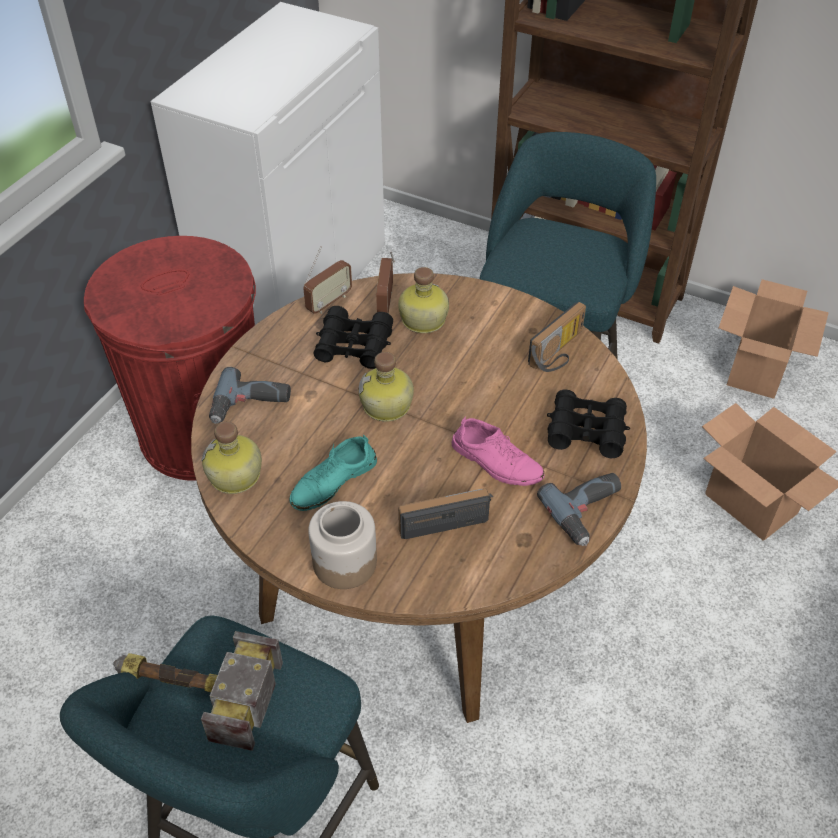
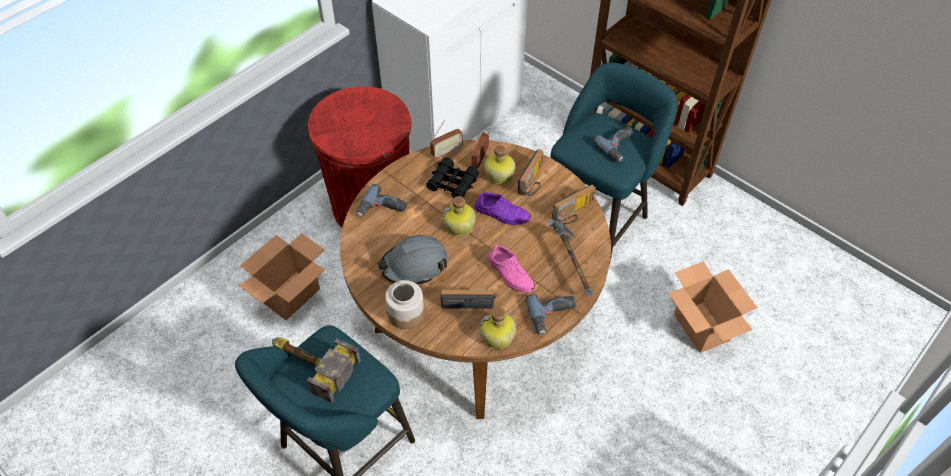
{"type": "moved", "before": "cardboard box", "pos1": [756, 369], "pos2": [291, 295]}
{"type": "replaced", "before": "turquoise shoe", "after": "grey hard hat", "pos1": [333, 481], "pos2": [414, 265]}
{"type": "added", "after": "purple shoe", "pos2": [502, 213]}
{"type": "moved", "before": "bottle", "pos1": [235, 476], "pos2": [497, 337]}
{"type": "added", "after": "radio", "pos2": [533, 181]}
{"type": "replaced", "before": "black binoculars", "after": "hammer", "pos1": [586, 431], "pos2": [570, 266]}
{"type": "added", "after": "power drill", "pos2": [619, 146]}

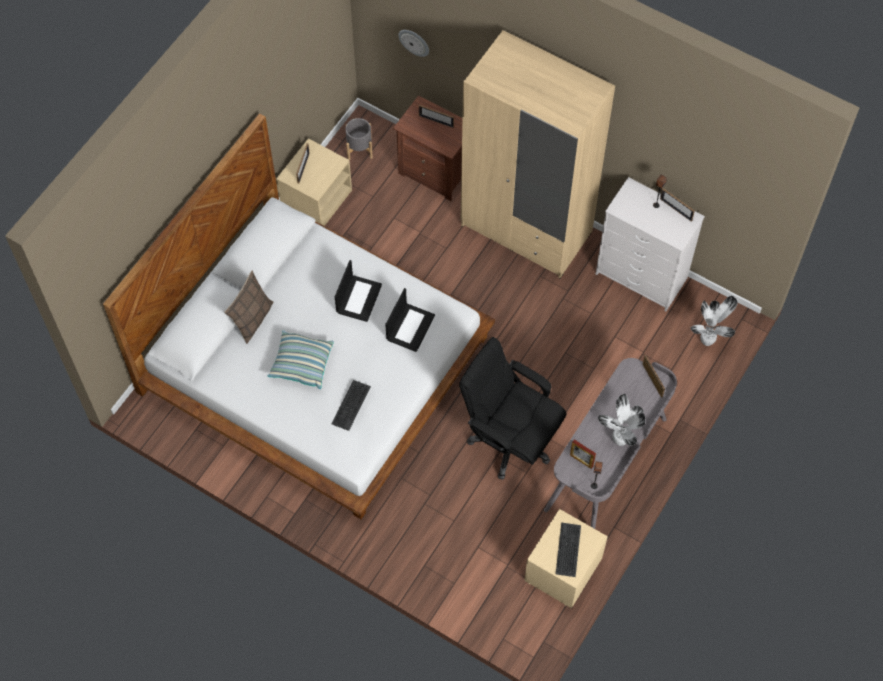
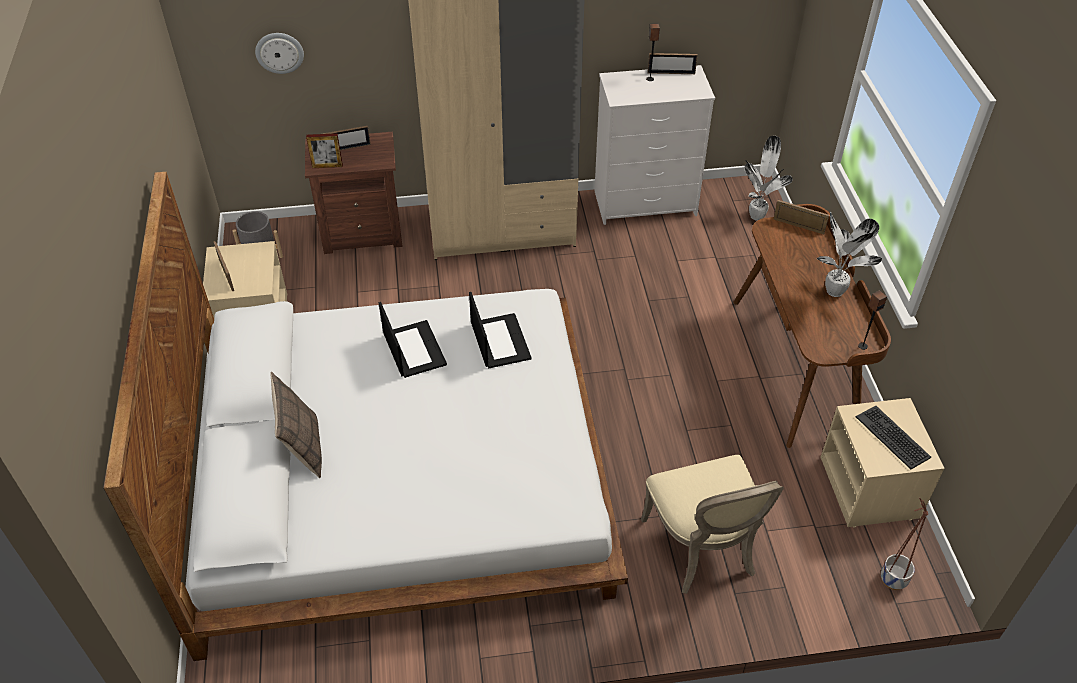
{"type": "moved", "before": "picture frame", "pos1": [581, 460], "pos2": [327, 166]}
{"type": "added", "after": "beige chair", "pos2": [703, 549]}
{"type": "recoloured", "before": "grey desk", "after": "brown desk", "pos1": [607, 465], "pos2": [795, 366]}
{"type": "added", "after": "planter", "pos2": [893, 580]}
{"type": "removed", "before": "pillow", "pos1": [301, 364]}
{"type": "removed", "before": "keyboard", "pos1": [350, 405]}
{"type": "removed", "before": "black office chair", "pos1": [510, 440]}

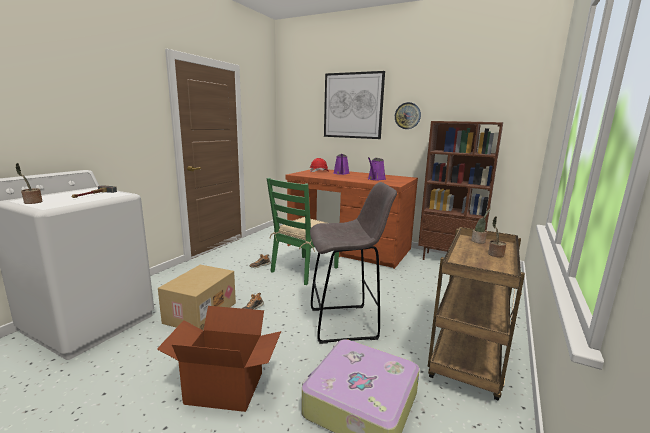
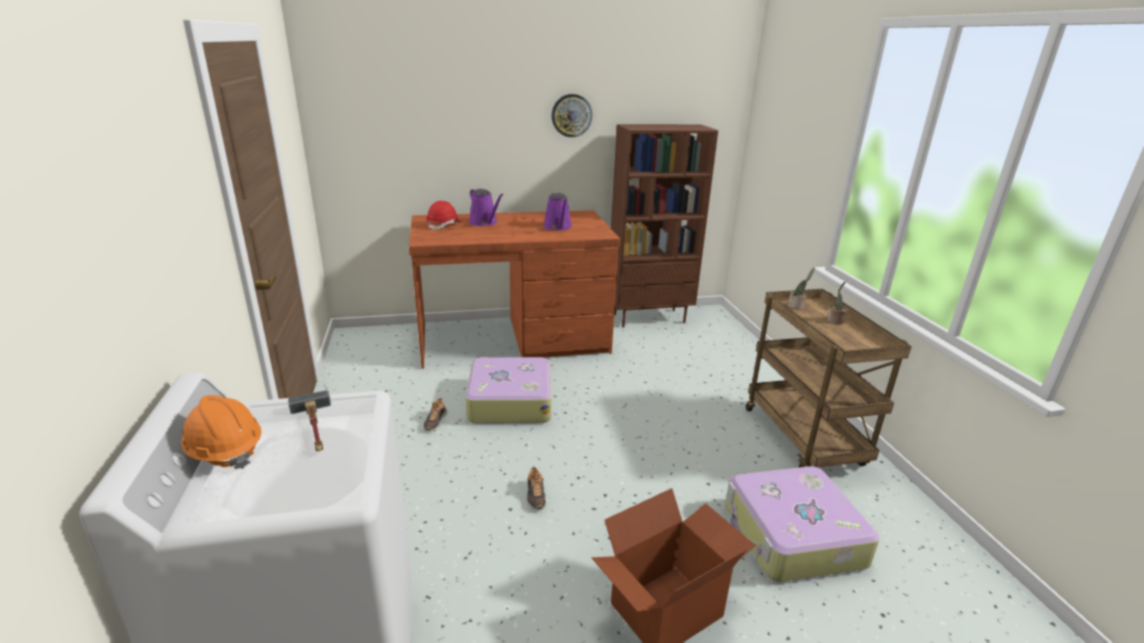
{"type": "added", "after": "orange hard hat", "pos2": [225, 451]}
{"type": "replaced", "before": "green chair", "after": "suitcase", "pos1": [304, 270], "pos2": [509, 401]}
{"type": "removed", "before": "potted plant", "pos1": [32, 202]}
{"type": "removed", "before": "cardboard box", "pos1": [200, 312]}
{"type": "removed", "before": "grey stool", "pos1": [345, 323]}
{"type": "removed", "before": "picture", "pos1": [353, 105]}

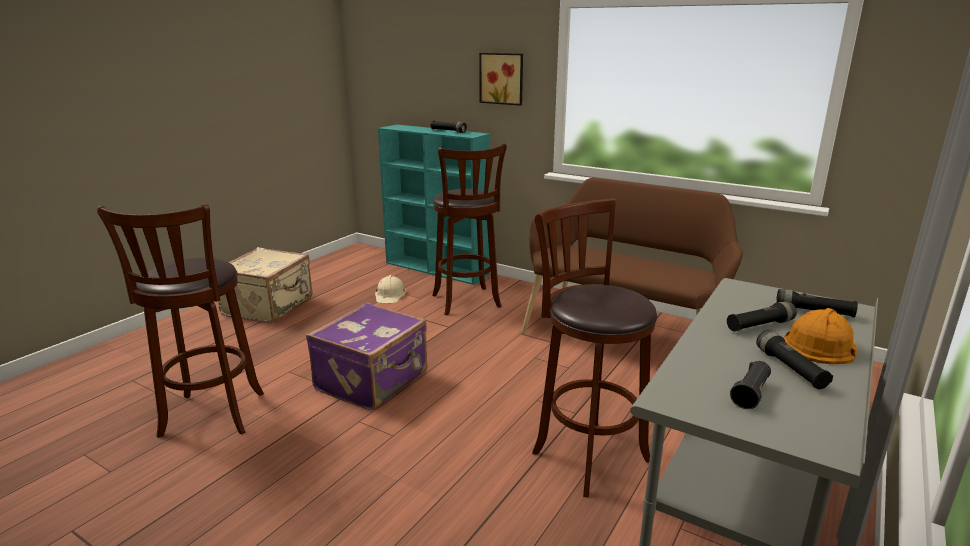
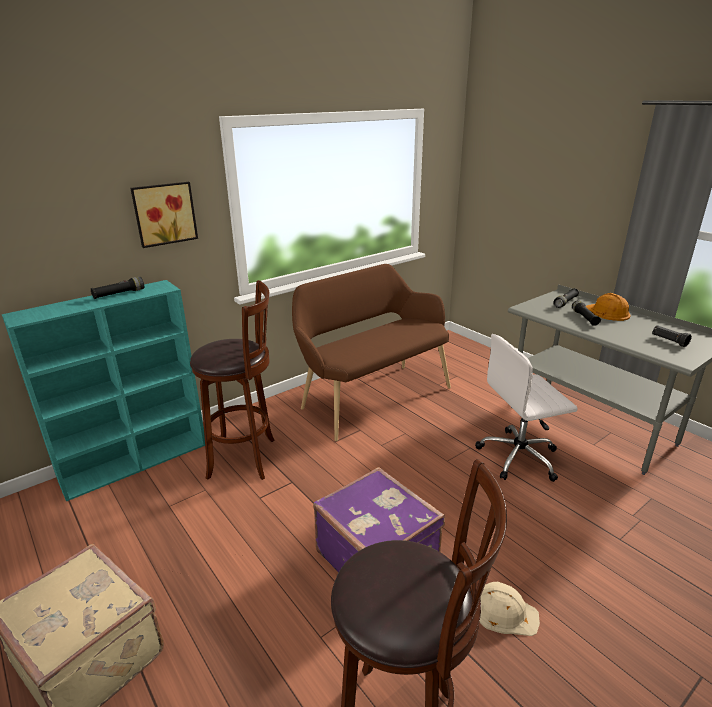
{"type": "replaced", "before": "brown stool", "after": "white office chair", "pos1": [586, 453], "pos2": [520, 457]}
{"type": "moved", "before": "beige hard hat", "pos1": [390, 294], "pos2": [504, 612]}
{"type": "removed", "before": "black flashlight", "pos1": [790, 369]}

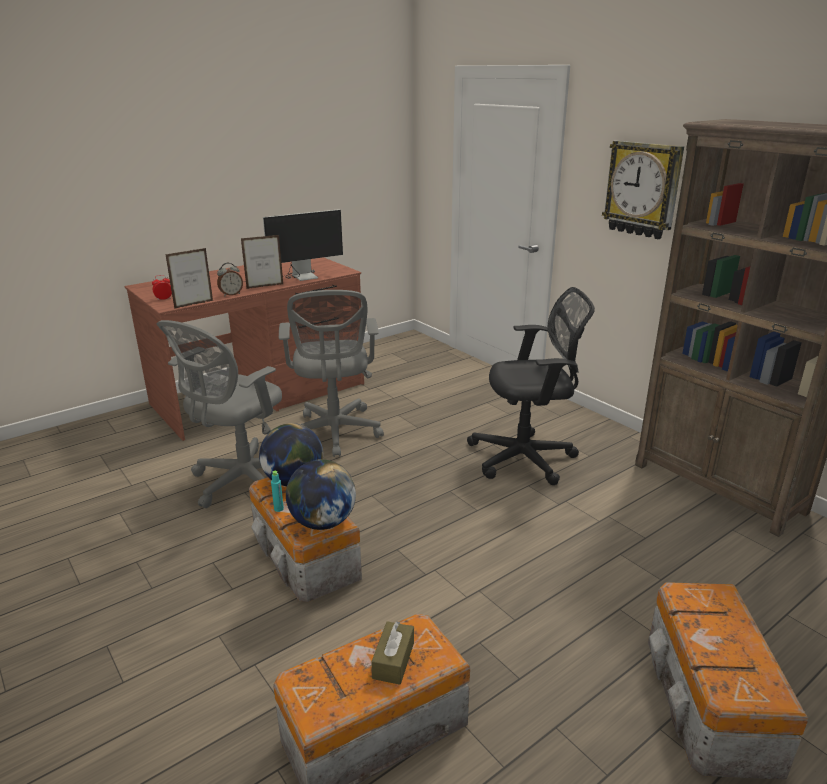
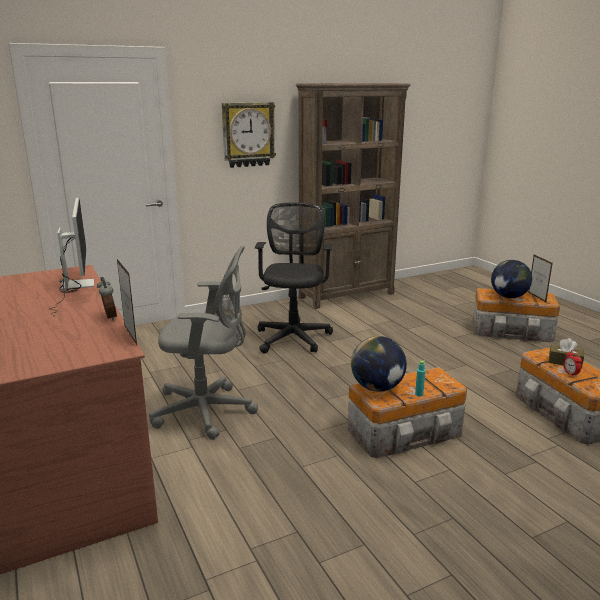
{"type": "moved", "before": "globe", "pos1": [322, 522], "pos2": [508, 297]}
{"type": "moved", "before": "picture frame", "pos1": [265, 286], "pos2": [536, 297]}
{"type": "moved", "before": "alarm clock", "pos1": [164, 299], "pos2": [570, 374]}
{"type": "removed", "before": "grey office chair", "pos1": [242, 482]}

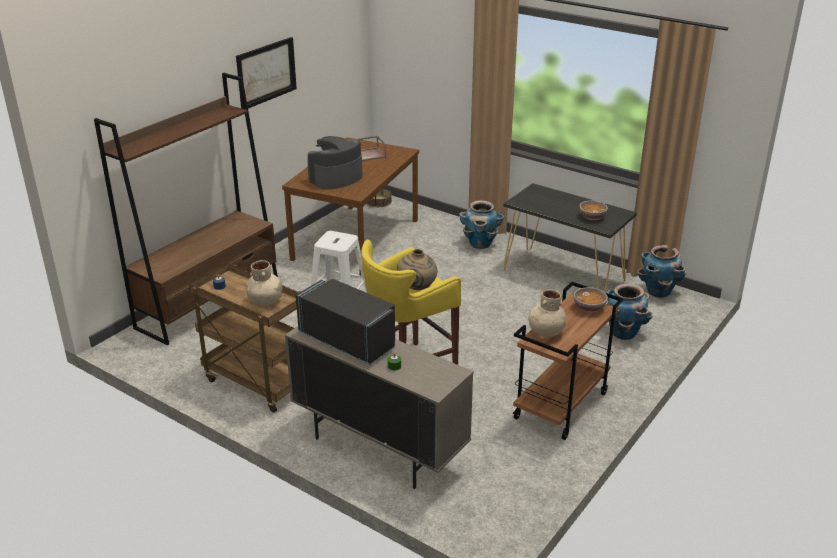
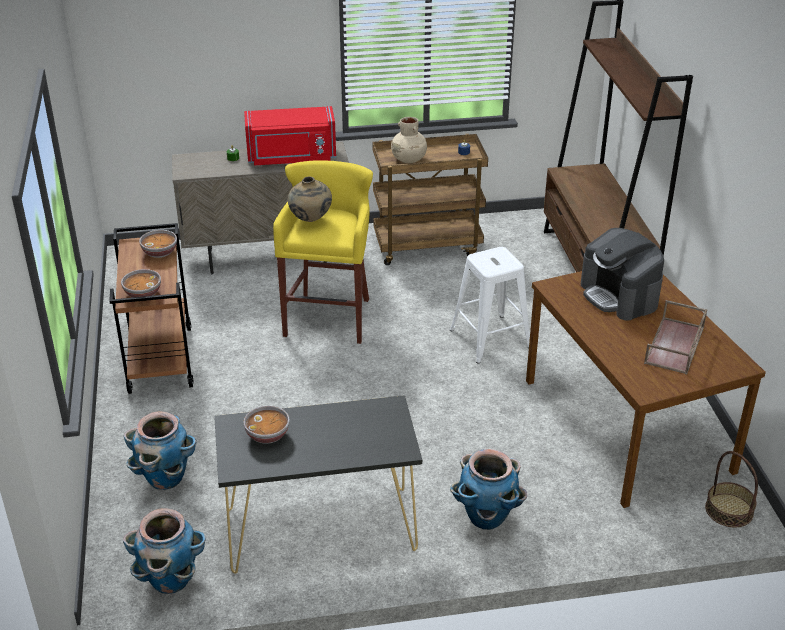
{"type": "replaced", "before": "beige vase", "after": "bowl", "pos1": [545, 332], "pos2": [160, 252]}
{"type": "recoloured", "before": "black microwave", "after": "red microwave", "pos1": [349, 340], "pos2": [291, 157]}
{"type": "turned", "before": "coffee machine", "pos1": [336, 178], "pos2": [619, 296], "turn": 150}
{"type": "removed", "before": "picture", "pos1": [266, 72]}

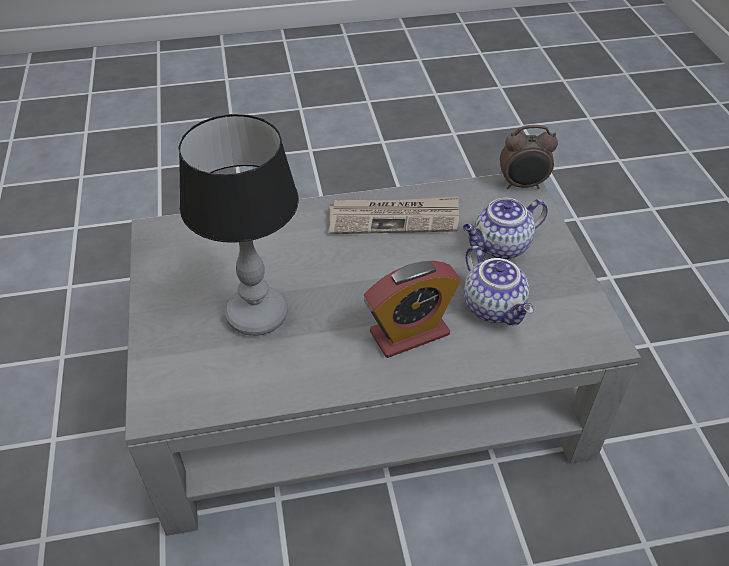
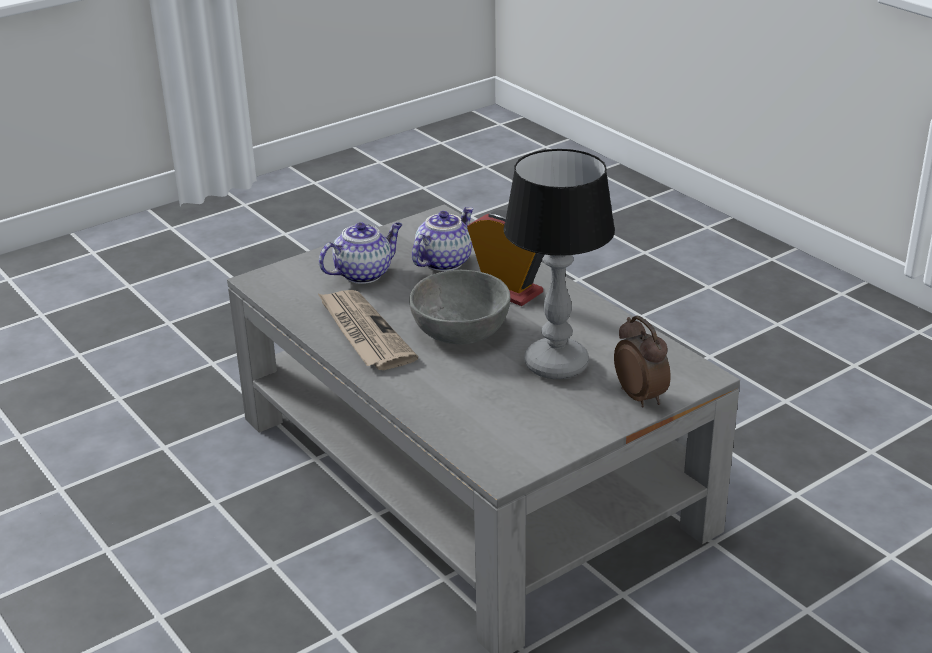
{"type": "turned", "before": "teapot", "pos1": [500, 247], "pos2": [364, 273], "turn": -75}
{"type": "added", "after": "grey bowl", "pos2": [460, 329]}
{"type": "moved", "before": "alarm clock", "pos1": [522, 185], "pos2": [641, 396]}

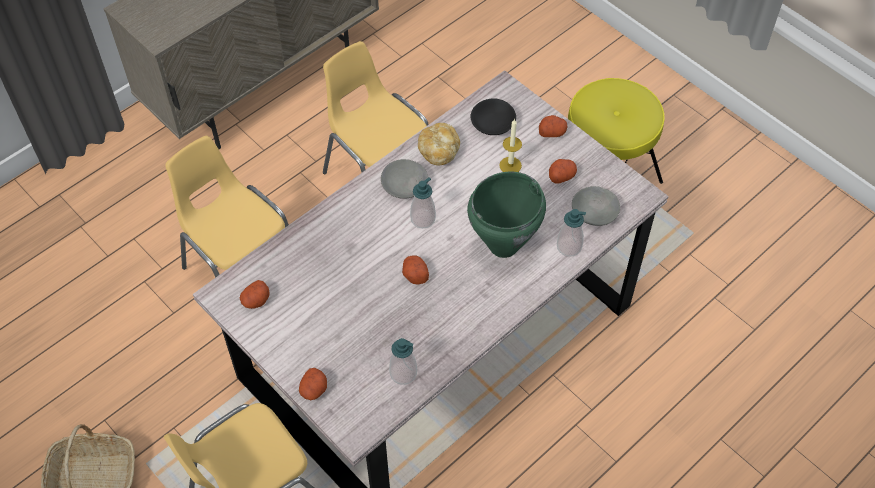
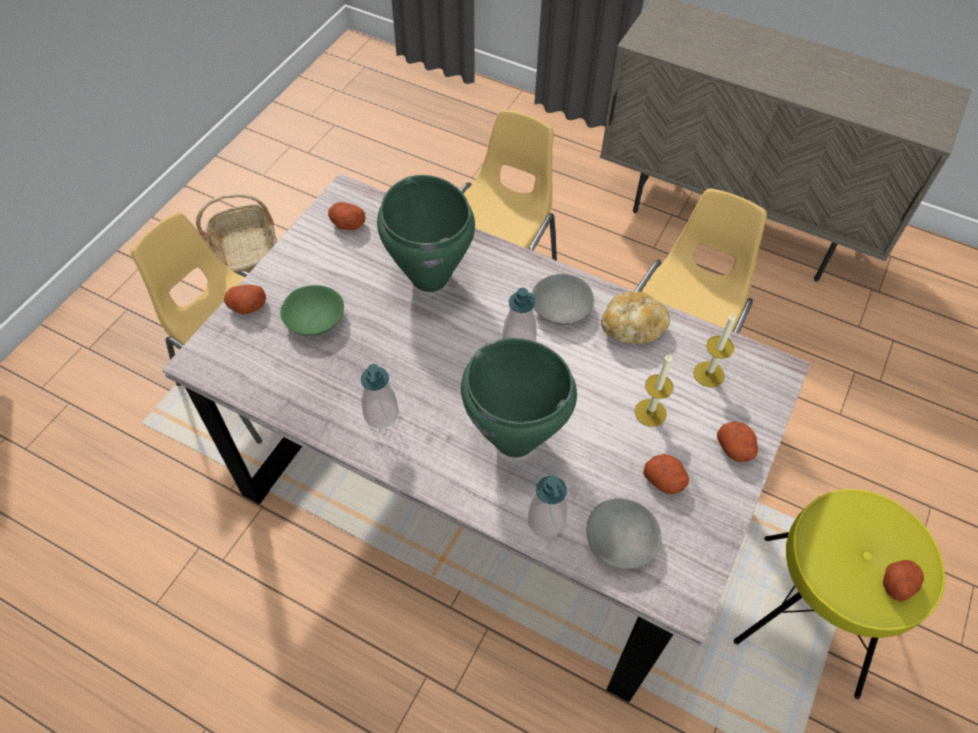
{"type": "added", "after": "green bowl", "pos2": [314, 318]}
{"type": "moved", "before": "soap dispenser", "pos1": [403, 373], "pos2": [381, 414]}
{"type": "added", "after": "green cooking pot", "pos2": [430, 277]}
{"type": "replaced", "before": "black bowl", "after": "candle", "pos1": [493, 124], "pos2": [708, 374]}
{"type": "moved", "before": "potato", "pos1": [415, 274], "pos2": [897, 583]}

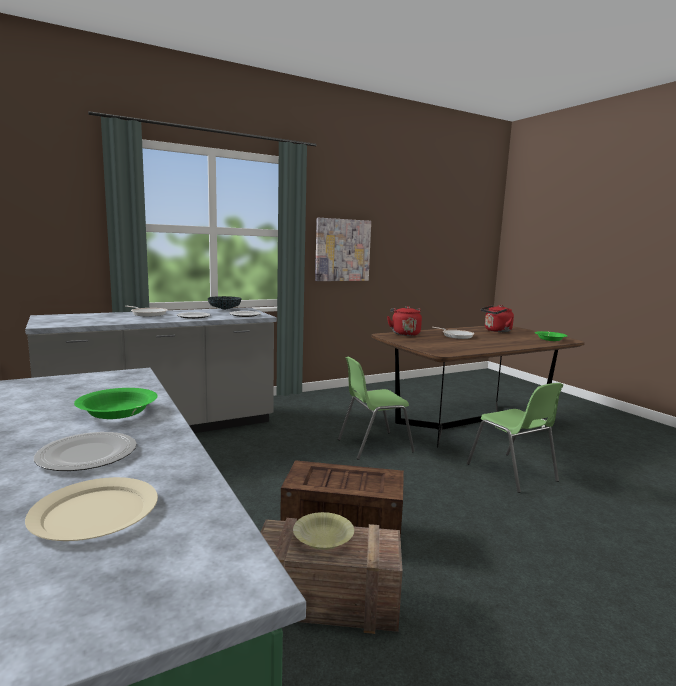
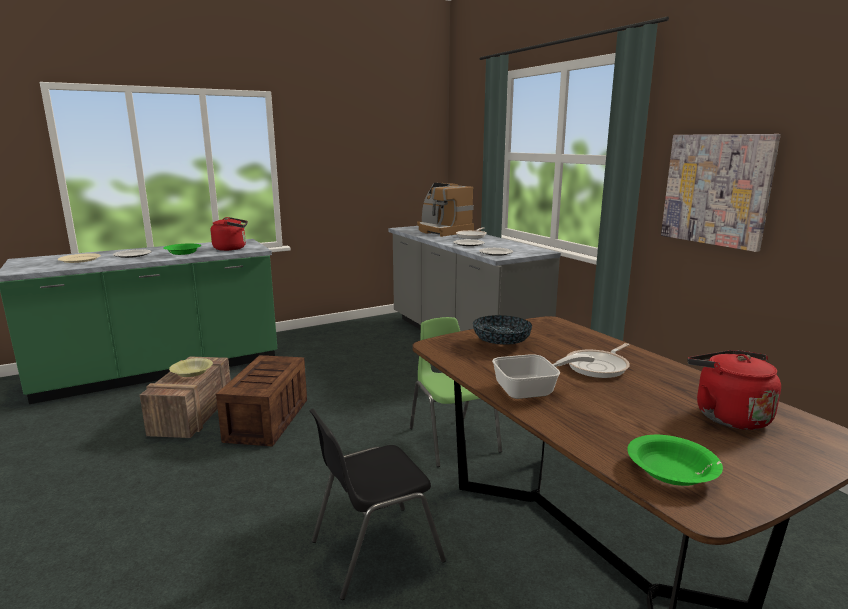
{"type": "moved", "before": "red kettle", "pos1": [404, 333], "pos2": [232, 248]}
{"type": "recoloured", "before": "green chair", "after": "black chair", "pos1": [512, 473], "pos2": [374, 550]}
{"type": "added", "after": "coffee machine", "pos2": [442, 231]}
{"type": "moved", "before": "bowl", "pos1": [224, 309], "pos2": [501, 343]}
{"type": "added", "after": "frying pan", "pos2": [533, 390]}

